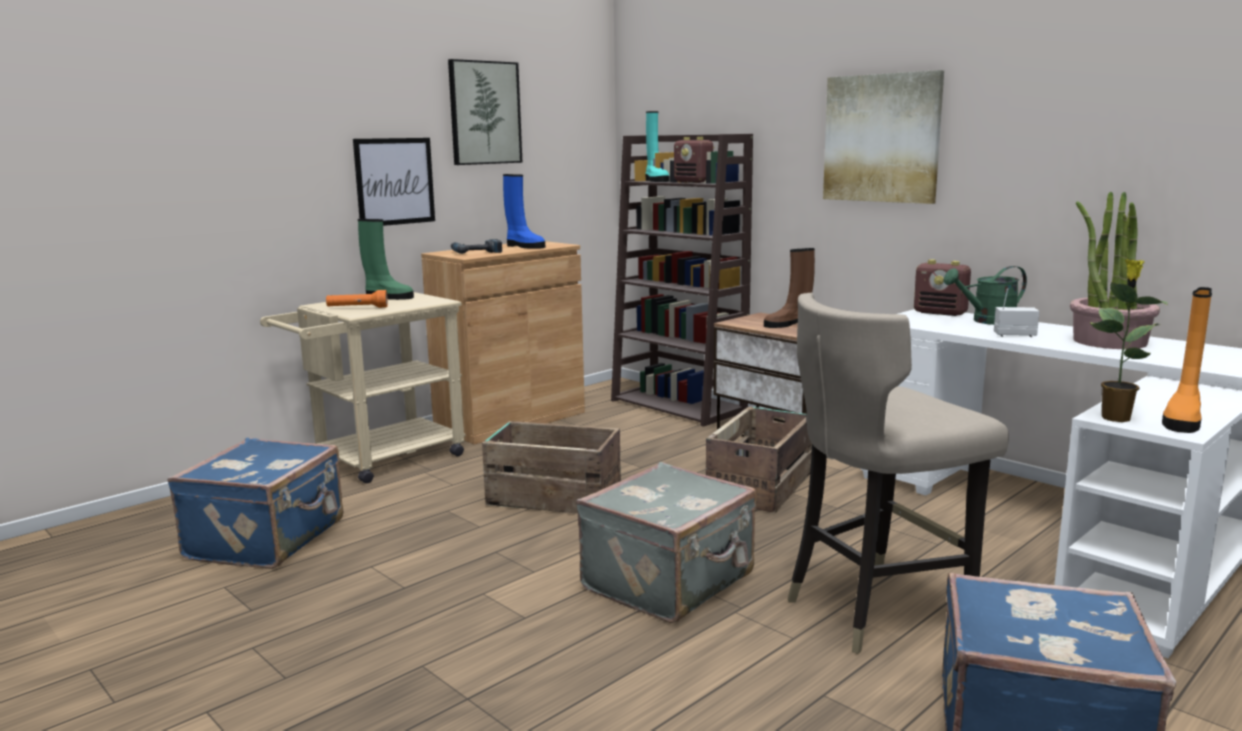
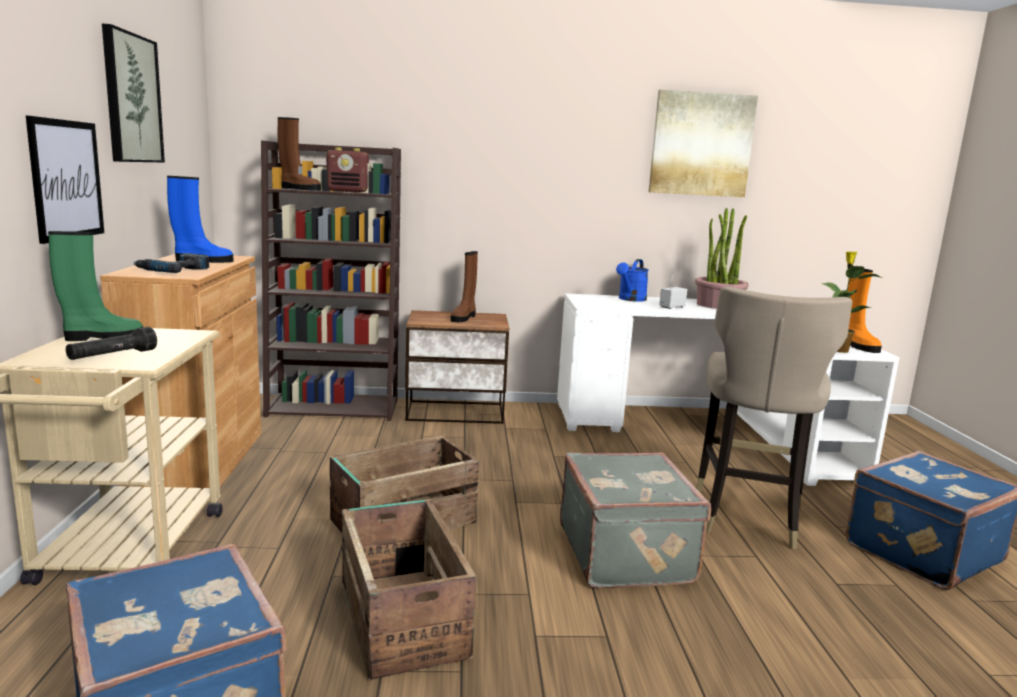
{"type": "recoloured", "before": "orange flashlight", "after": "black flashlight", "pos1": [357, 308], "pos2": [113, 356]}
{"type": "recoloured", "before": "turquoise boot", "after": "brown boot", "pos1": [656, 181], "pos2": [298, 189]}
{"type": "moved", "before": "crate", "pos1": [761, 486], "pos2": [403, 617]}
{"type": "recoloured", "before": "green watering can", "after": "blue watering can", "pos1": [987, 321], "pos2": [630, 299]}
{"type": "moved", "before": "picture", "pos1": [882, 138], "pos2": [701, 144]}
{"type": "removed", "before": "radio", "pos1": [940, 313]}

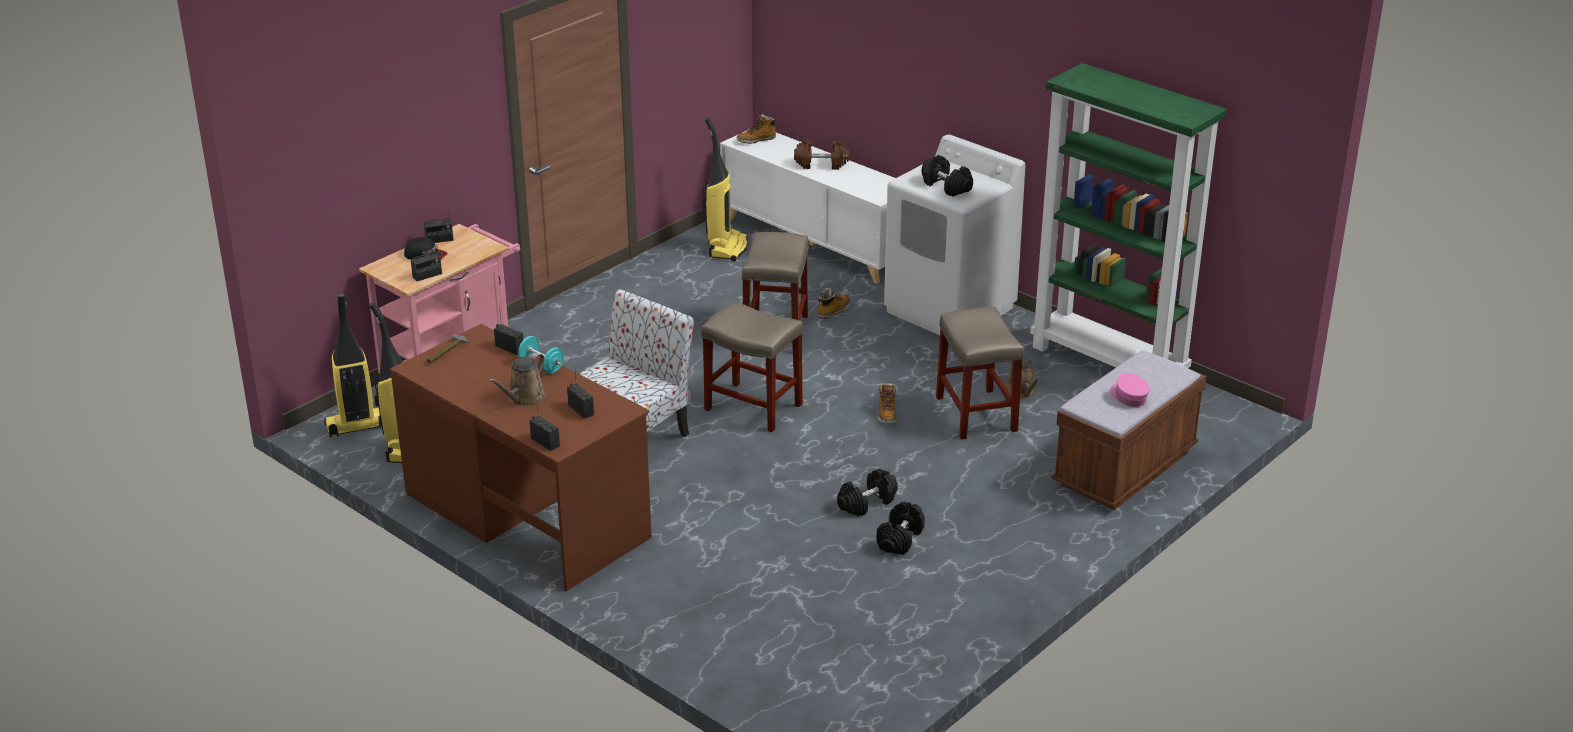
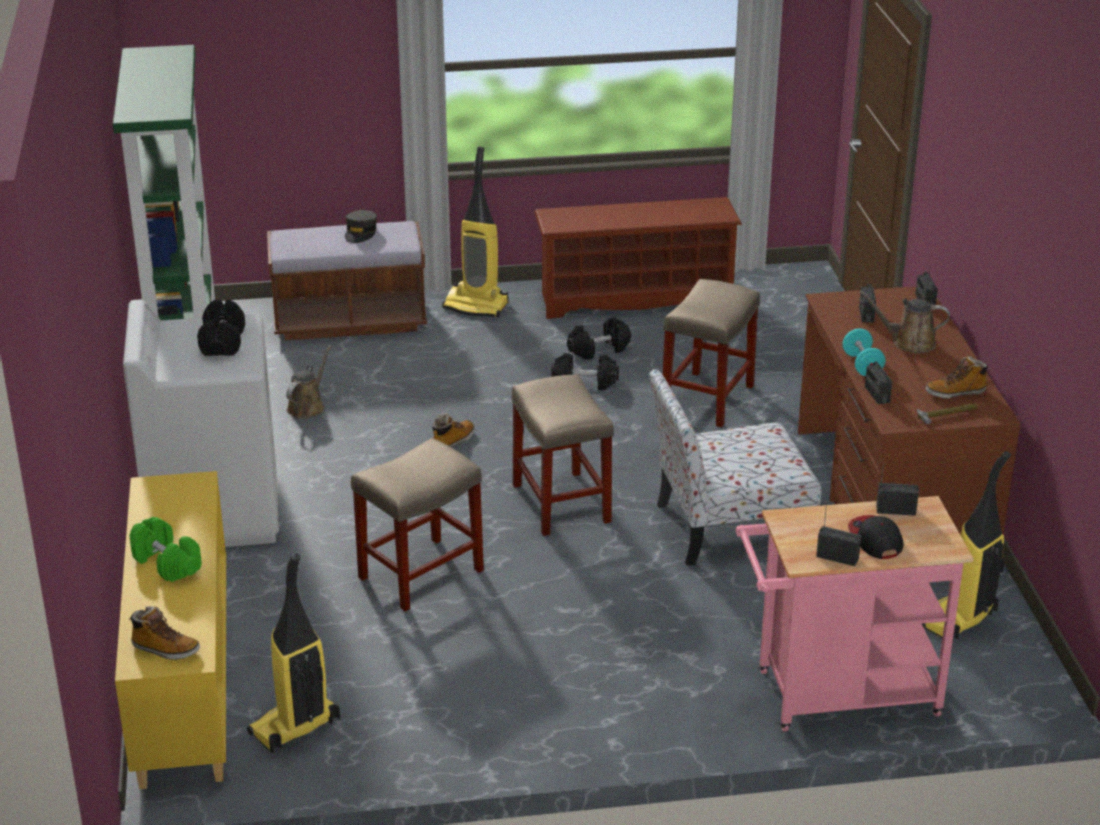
{"type": "recoloured", "before": "white cabinet", "after": "yellow cabinet", "pos1": [816, 242], "pos2": [184, 677]}
{"type": "recoloured", "before": "brown dumbbell", "after": "green dumbbell", "pos1": [821, 164], "pos2": [166, 563]}
{"type": "recoloured", "before": "pink cap", "after": "grey cap", "pos1": [1128, 396], "pos2": [360, 233]}
{"type": "moved", "before": "vacuum cleaner", "pos1": [356, 426], "pos2": [477, 306]}
{"type": "added", "after": "brown shoe rack", "pos2": [635, 298]}
{"type": "moved", "before": "beige stool", "pos1": [977, 415], "pos2": [707, 398]}
{"type": "turned", "before": "brown watering can", "pos1": [524, 398], "pos2": [909, 343], "turn": -150}
{"type": "moved", "before": "boot", "pos1": [833, 311], "pos2": [955, 393]}

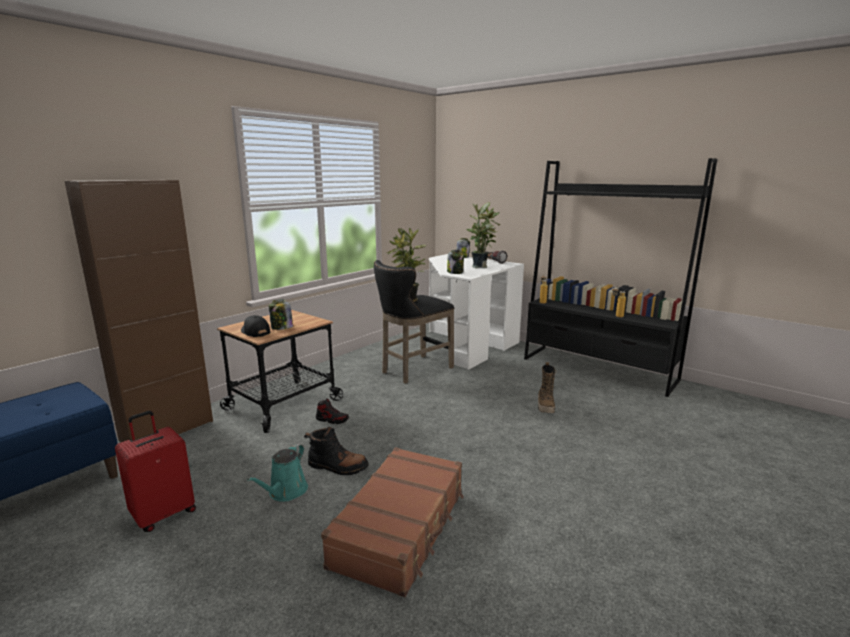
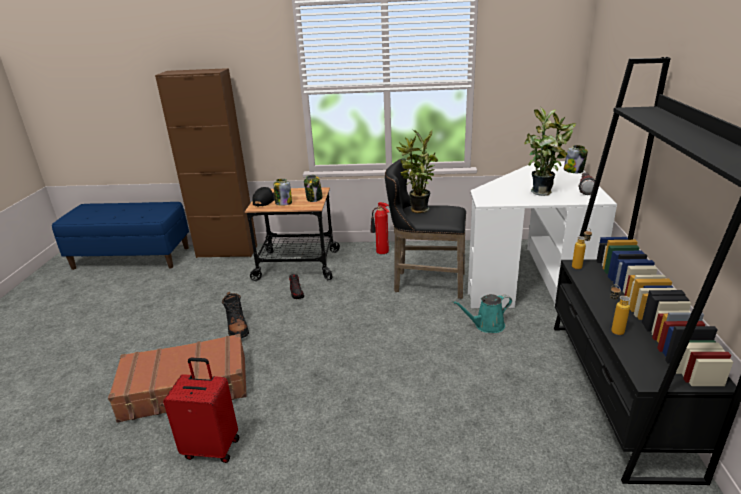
{"type": "moved", "before": "red suitcase", "pos1": [163, 514], "pos2": [212, 447]}
{"type": "moved", "before": "jar", "pos1": [455, 272], "pos2": [314, 199]}
{"type": "added", "after": "fire extinguisher", "pos2": [381, 252]}
{"type": "moved", "before": "turquoise watering can", "pos1": [286, 492], "pos2": [486, 325]}
{"type": "removed", "before": "boot", "pos1": [545, 406]}

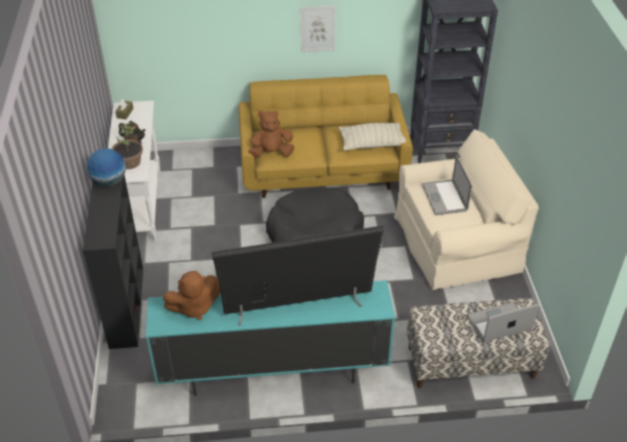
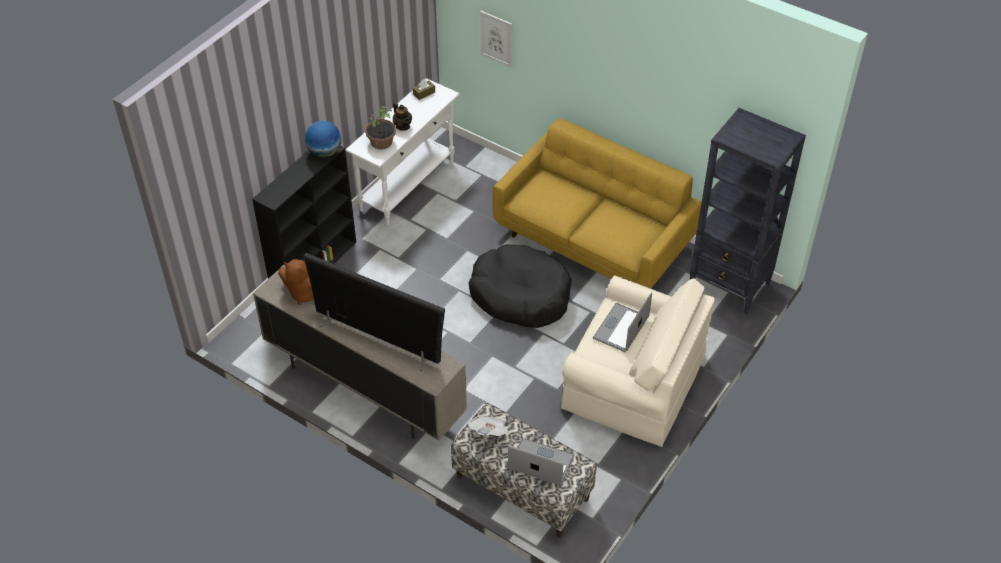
{"type": "recoloured", "before": "turquoise tv stand", "after": "beige tv stand", "pos1": [272, 372], "pos2": [363, 388]}
{"type": "added", "after": "newspaper", "pos2": [490, 432]}
{"type": "moved", "before": "picture", "pos1": [318, 28], "pos2": [496, 39]}
{"type": "removed", "before": "brown plush toy", "pos1": [271, 153]}
{"type": "removed", "before": "pillow", "pos1": [373, 144]}

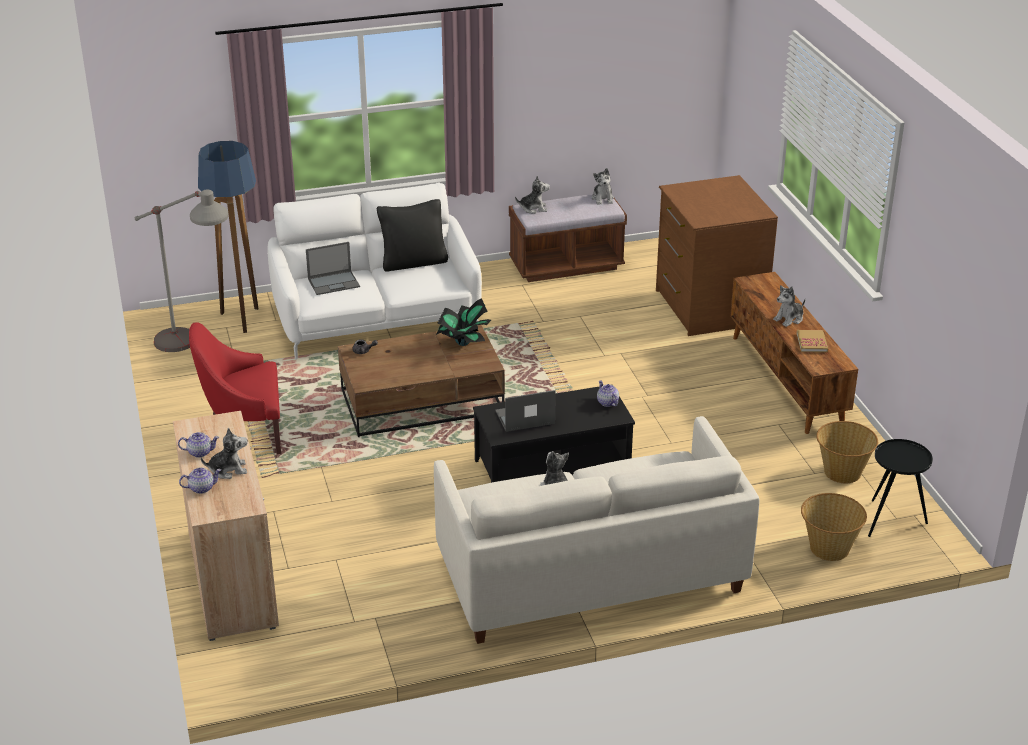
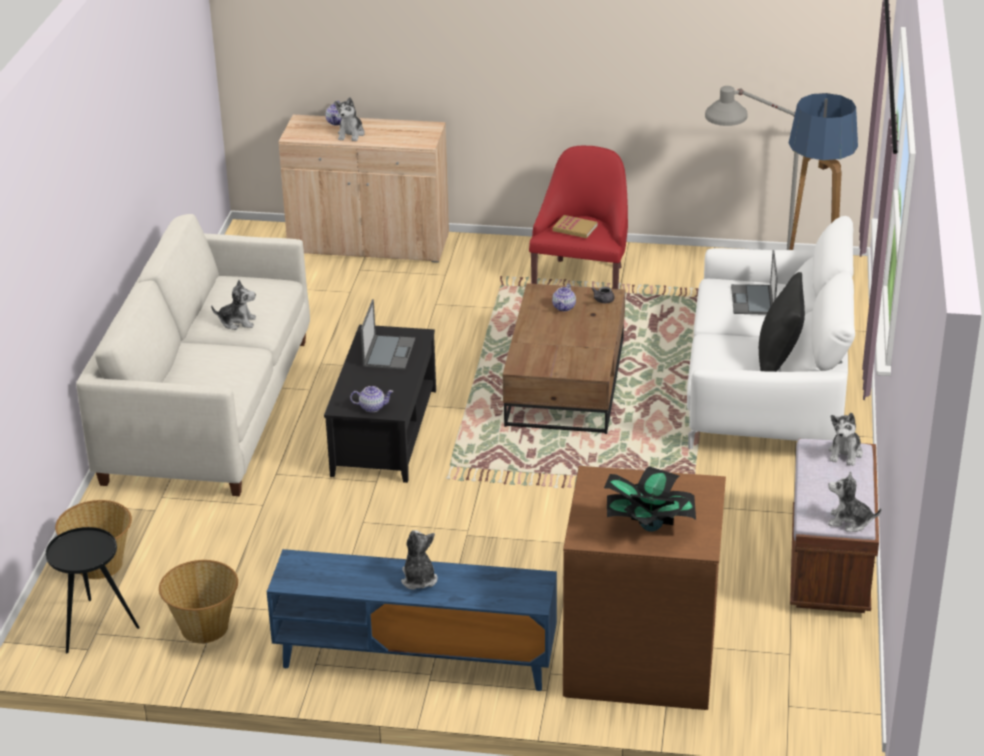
{"type": "recoloured", "before": "brown tv stand", "after": "blue tv stand", "pos1": [787, 381], "pos2": [414, 659]}
{"type": "moved", "before": "teapot", "pos1": [200, 452], "pos2": [564, 307]}
{"type": "moved", "before": "book", "pos1": [812, 342], "pos2": [575, 228]}
{"type": "moved", "before": "potted plant", "pos1": [463, 343], "pos2": [649, 526]}

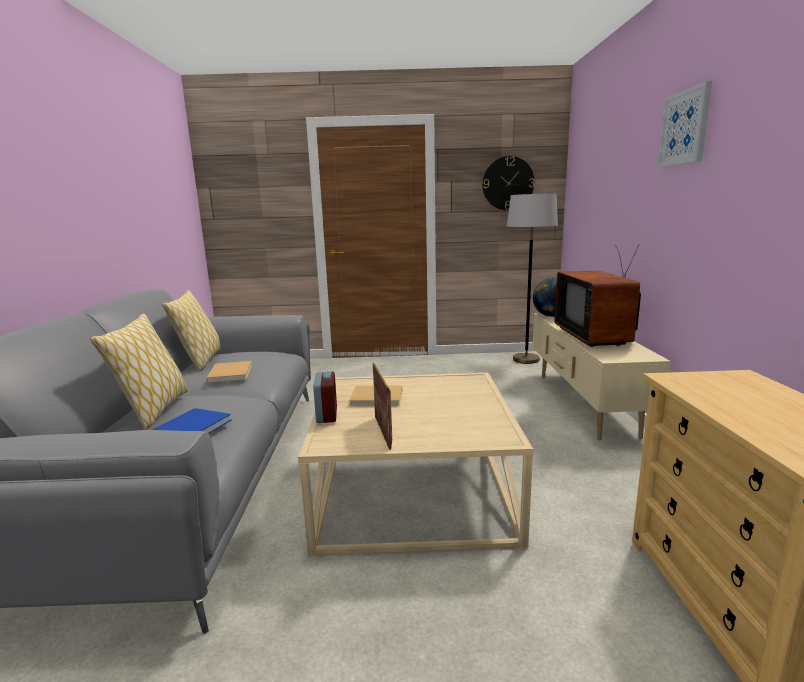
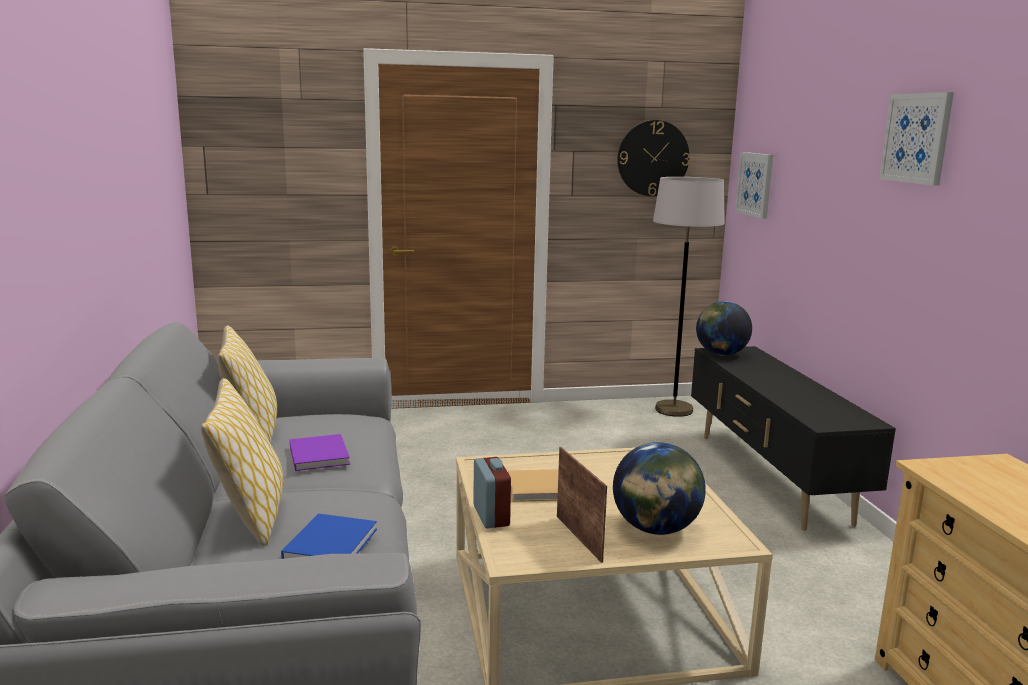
{"type": "recoloured", "before": "beige book", "after": "purple book", "pos1": [230, 373], "pos2": [318, 454]}
{"type": "added", "after": "globe", "pos2": [655, 529]}
{"type": "recoloured", "before": "beige tv stand", "after": "black tv stand", "pos1": [583, 403], "pos2": [769, 477]}
{"type": "added", "after": "picture", "pos2": [755, 184]}
{"type": "removed", "before": "television", "pos1": [596, 337]}

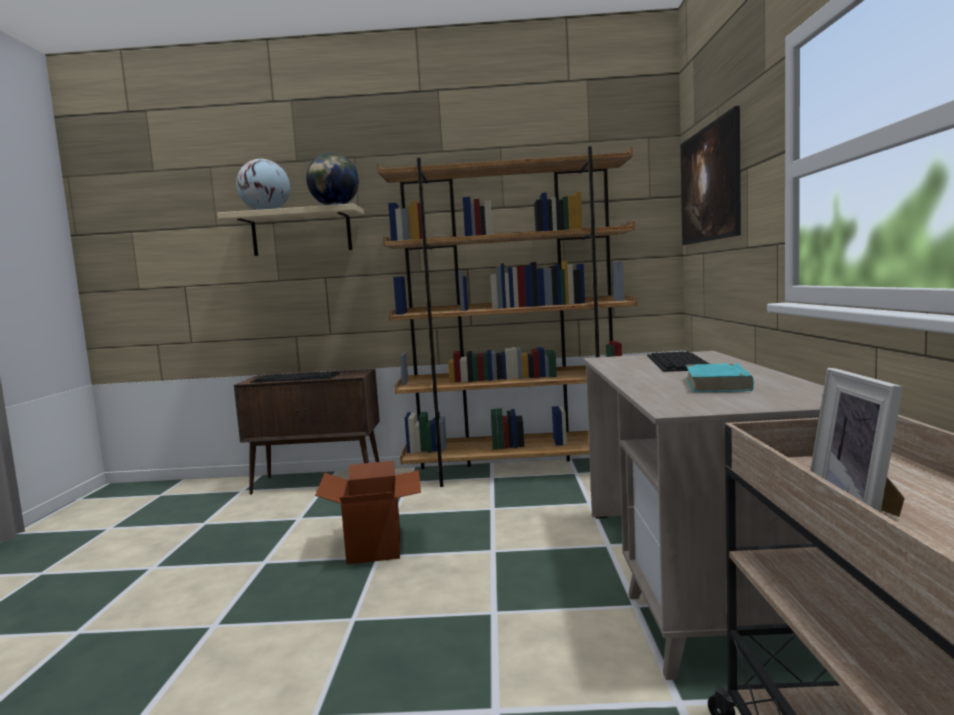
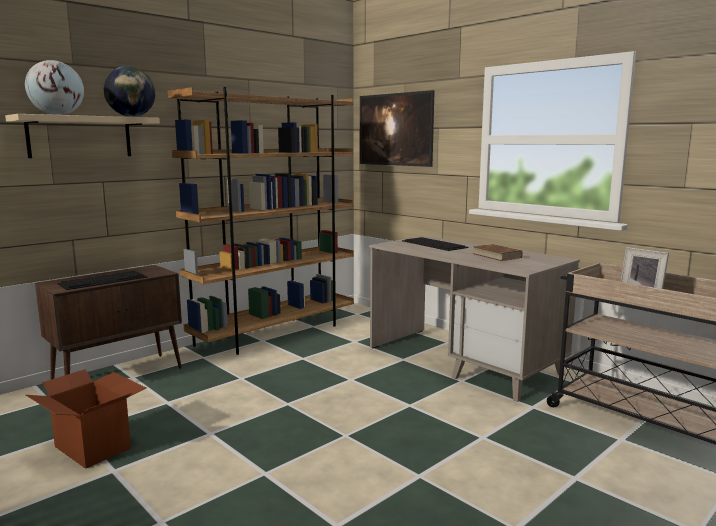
{"type": "moved", "before": "cardboard box", "pos1": [376, 546], "pos2": [93, 447]}
{"type": "recoloured", "before": "turquoise book", "after": "brown book", "pos1": [717, 384], "pos2": [497, 255]}

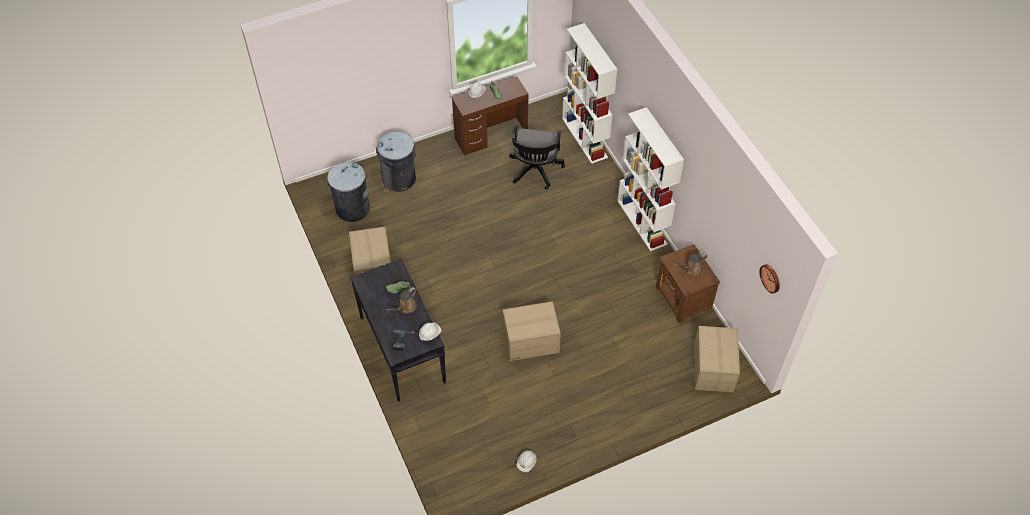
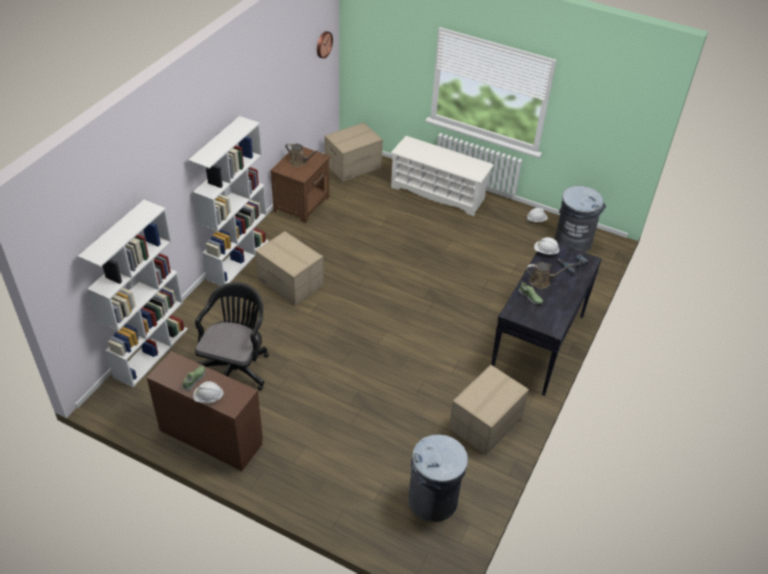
{"type": "turned", "before": "black office chair", "pos1": [535, 171], "pos2": [236, 368], "turn": -45}
{"type": "moved", "before": "cardboard box", "pos1": [531, 341], "pos2": [291, 282]}
{"type": "added", "after": "white shoe rack", "pos2": [438, 193]}
{"type": "moved", "before": "grey trash can", "pos1": [399, 179], "pos2": [572, 242]}

